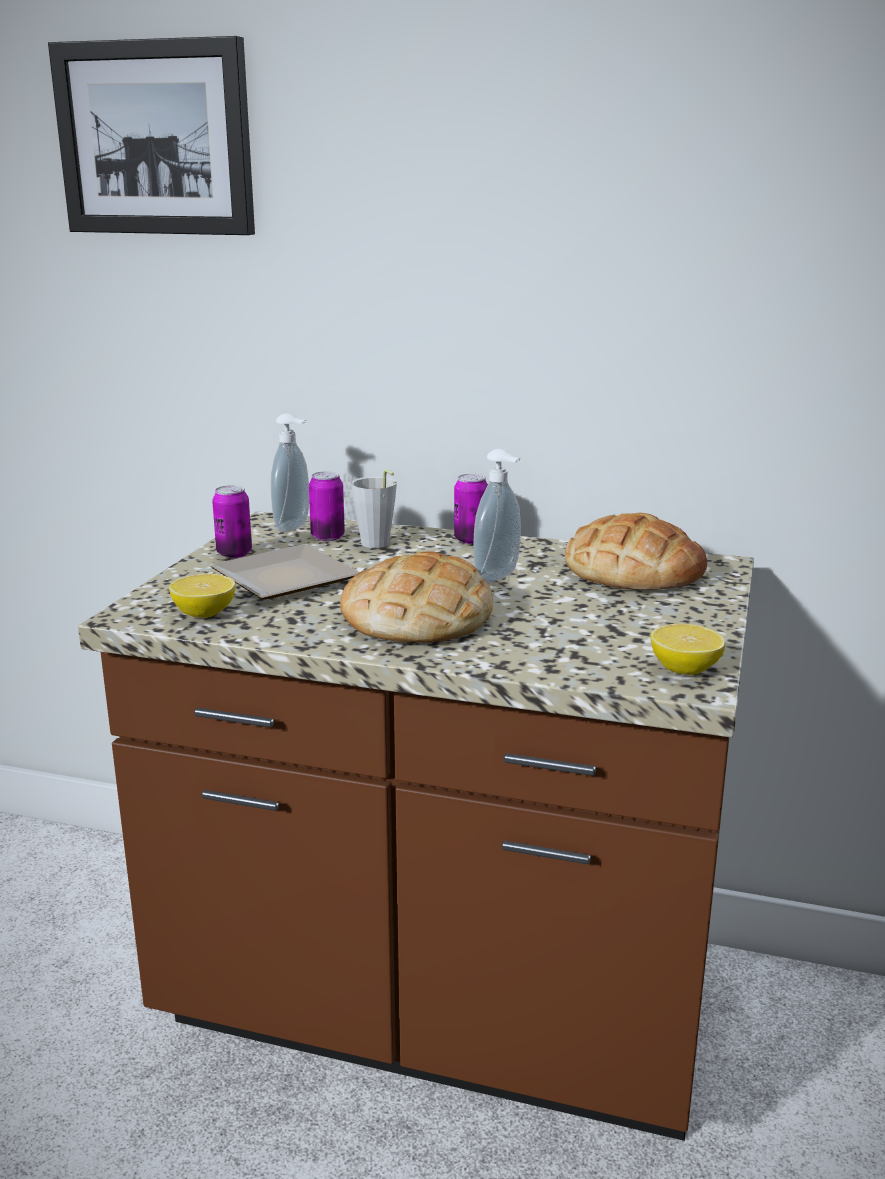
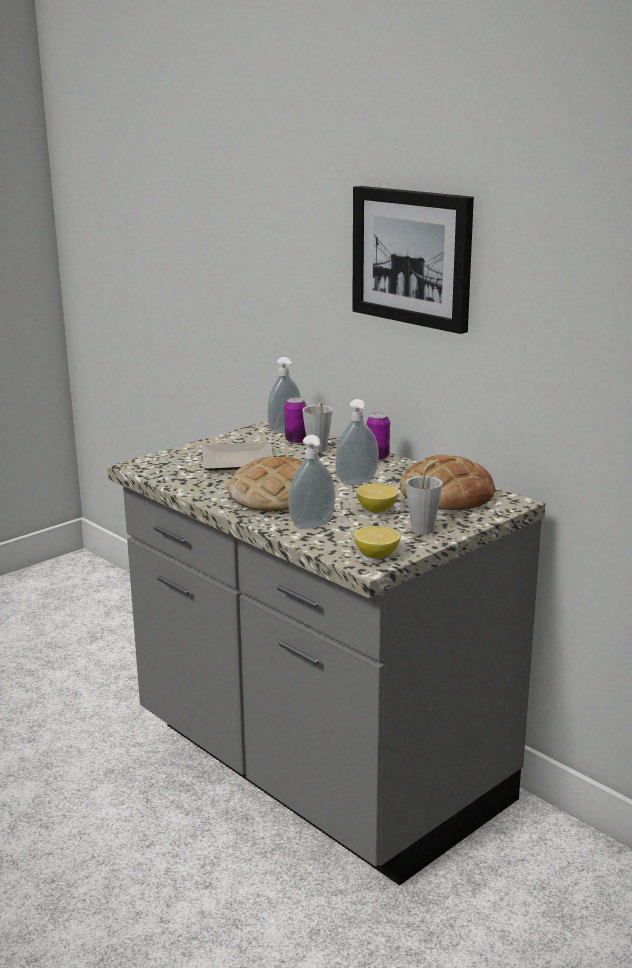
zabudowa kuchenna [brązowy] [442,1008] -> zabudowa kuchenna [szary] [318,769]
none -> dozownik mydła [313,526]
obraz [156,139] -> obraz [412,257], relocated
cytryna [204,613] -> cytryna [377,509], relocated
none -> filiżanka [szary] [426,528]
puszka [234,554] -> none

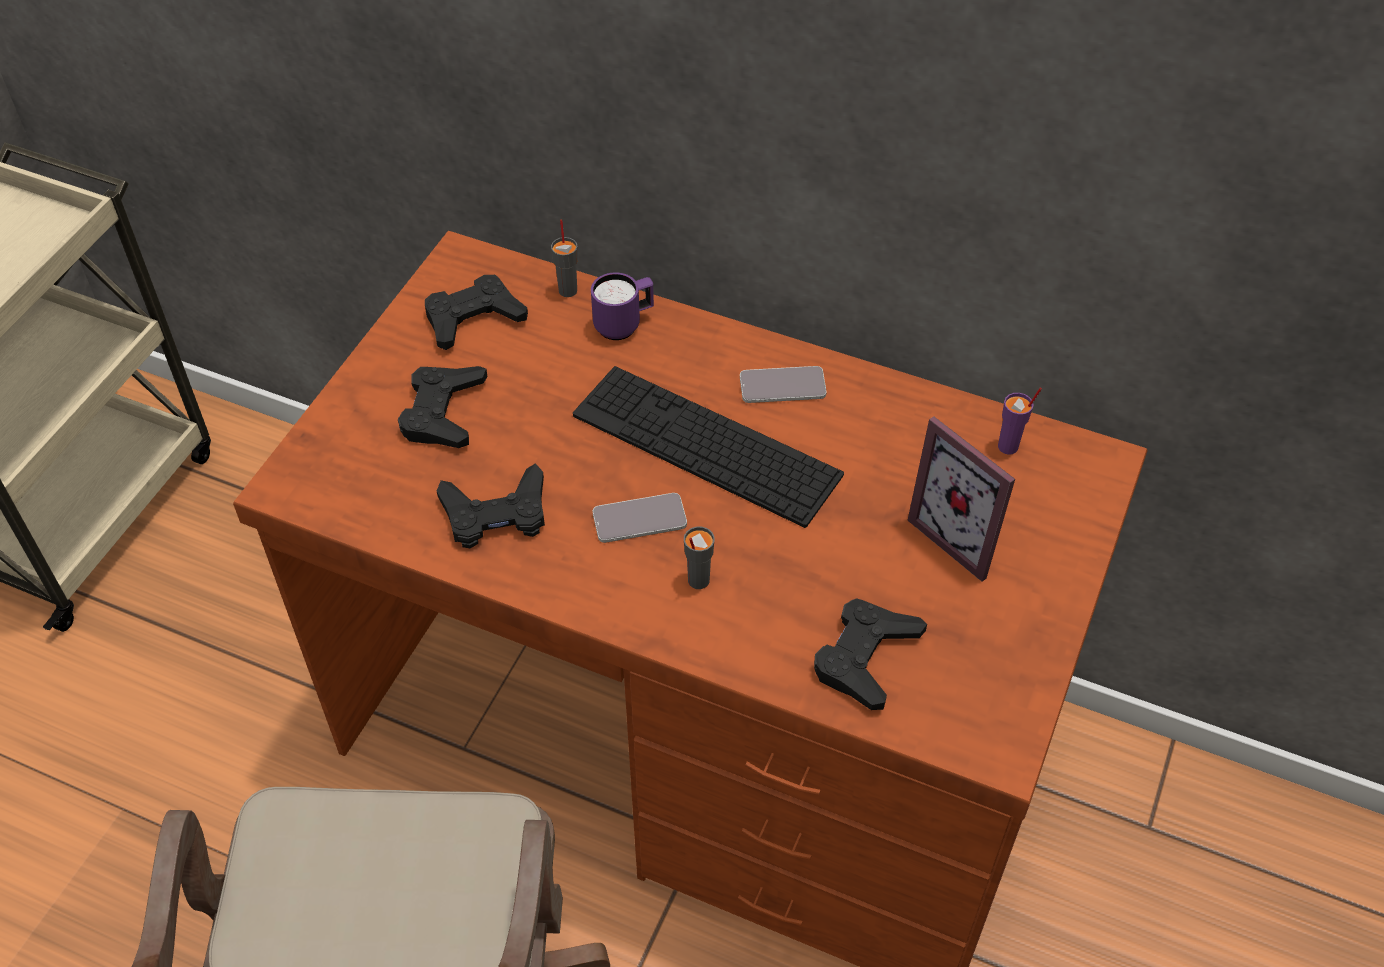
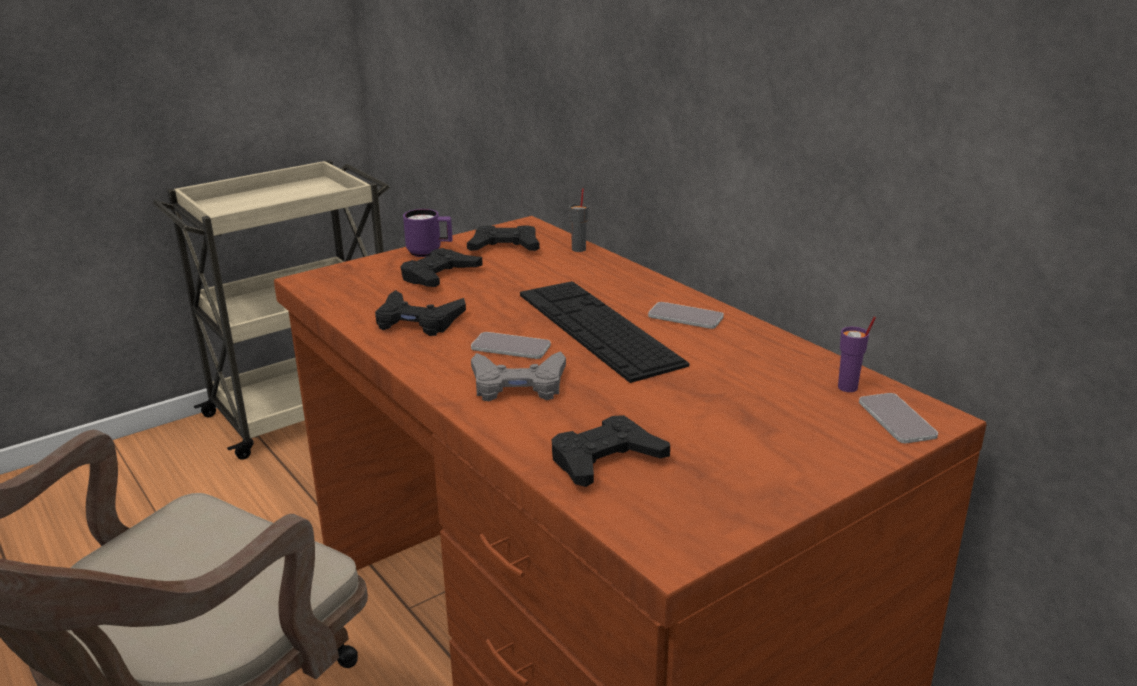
kubek [fioletowy] [624,325] -> kubek [fioletowy] [429,252], relocated
filiżanka [szary] [698,580] -> pad do gier [szary] [518,385]
none -> telefon [896,419]
ramka na zdjęcie [964,535] -> none

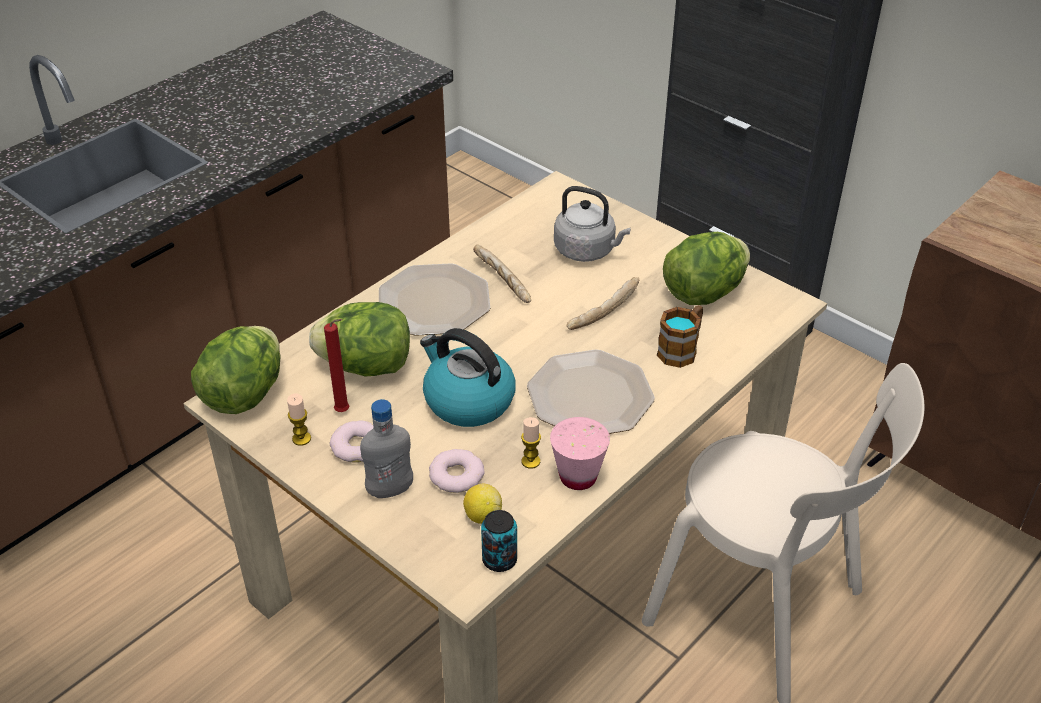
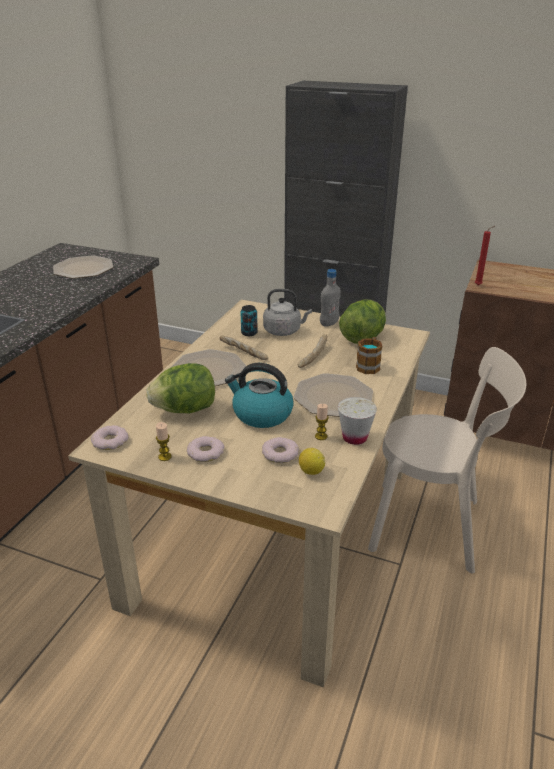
none -> talerz [83,269]
sałata [244,394] -> donut [110,441]
puszka [499,560] -> puszka [249,333], relocated
butelka [szary] [390,490] -> butelka [szary] [329,323], relocated
filiżanka [różowy] [578,477] -> filiżanka [biały] [354,438]
świeca [czerwony] [344,412] -> świeca [czerwony] [479,285], relocated

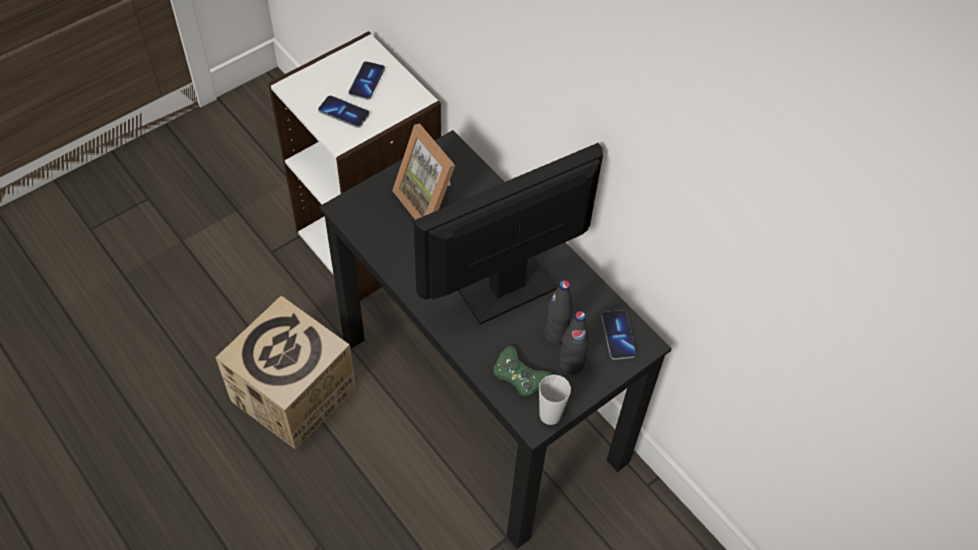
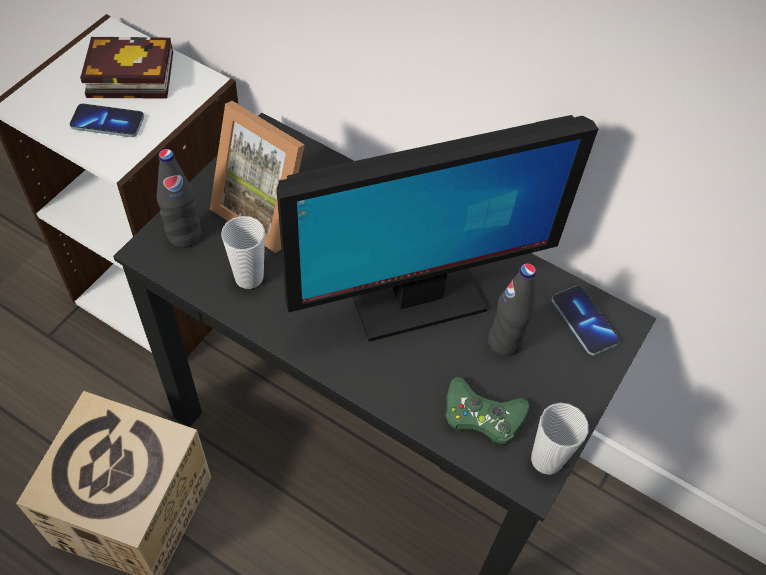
telefon [367,82] -> książka [126,76]
butelka [czarny] [571,364] -> butelka [czarny] [184,235], relocated
none -> filiżanka [249,277]
monitor [507,289] -> monitor [415,299], 150 degrees counterclockwise

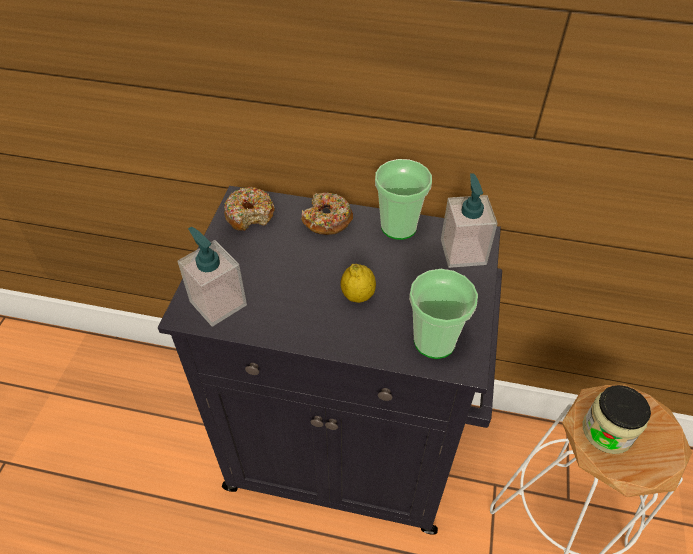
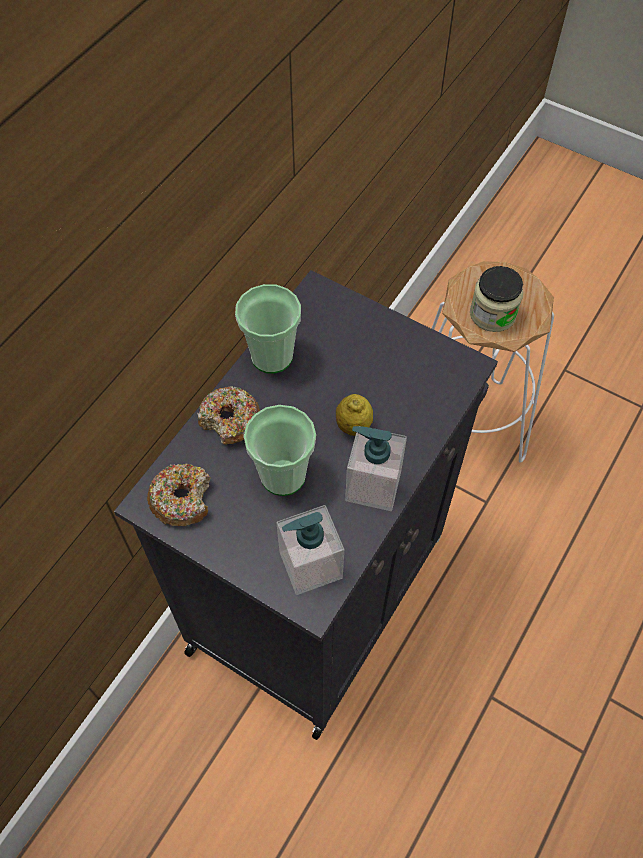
filiżanka [434,341] -> filiżanka [283,475], relocated
dozownik mydła [463,251] -> dozownik mydła [372,485], relocated

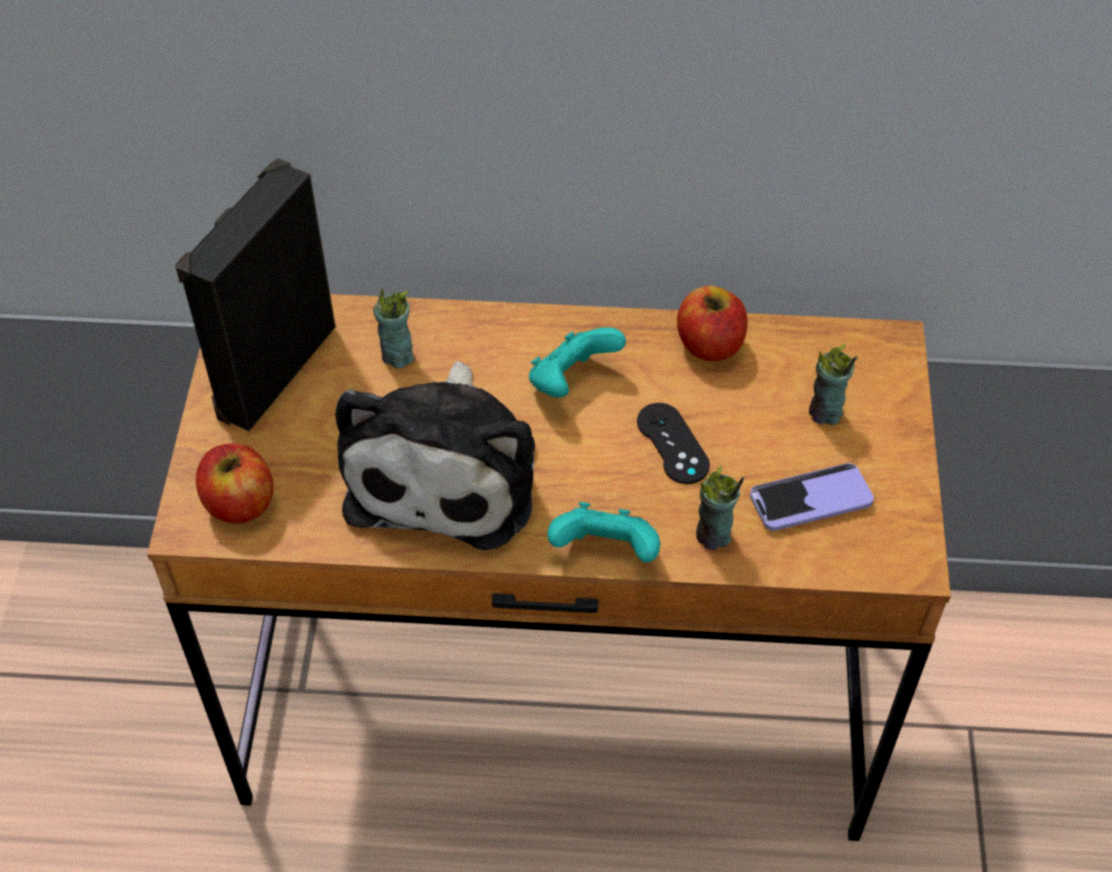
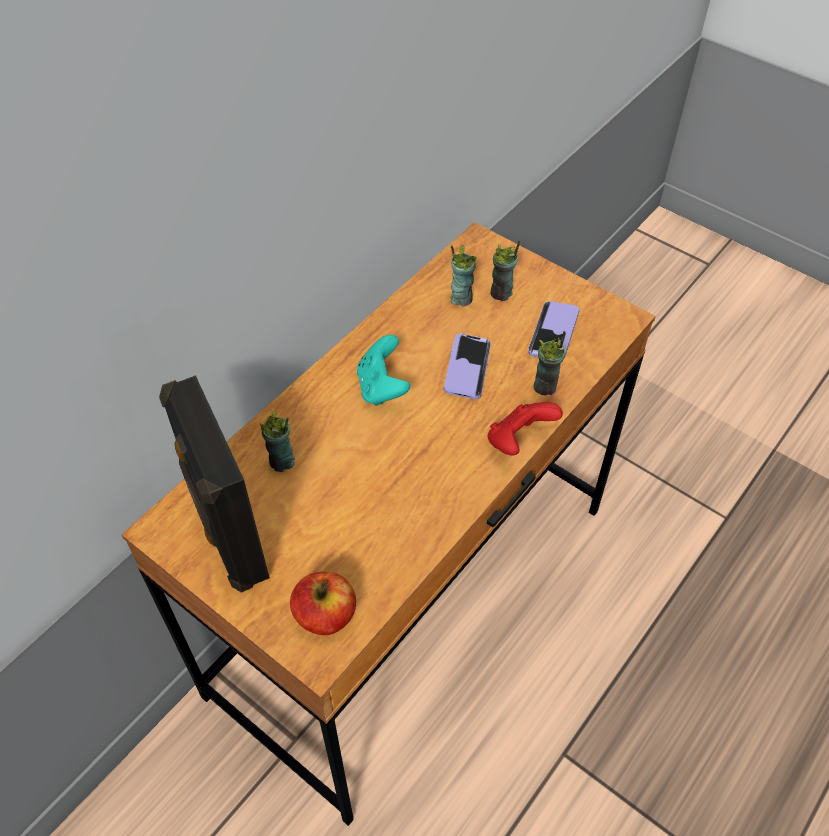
pad do gier [czarny] [672,443] -> telefon [467,368]
none -> filiżanka [461,298]
pad do gier [turkusowy] [605,552] -> pad do gier [czerwony] [518,441]
pluszak [447,470] -> none
jabłko [710,344] -> none

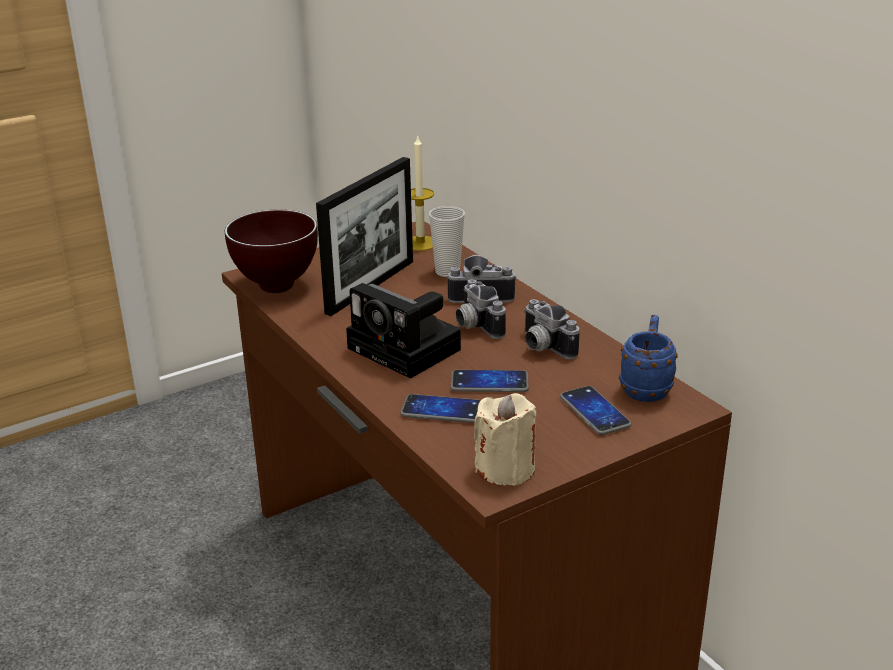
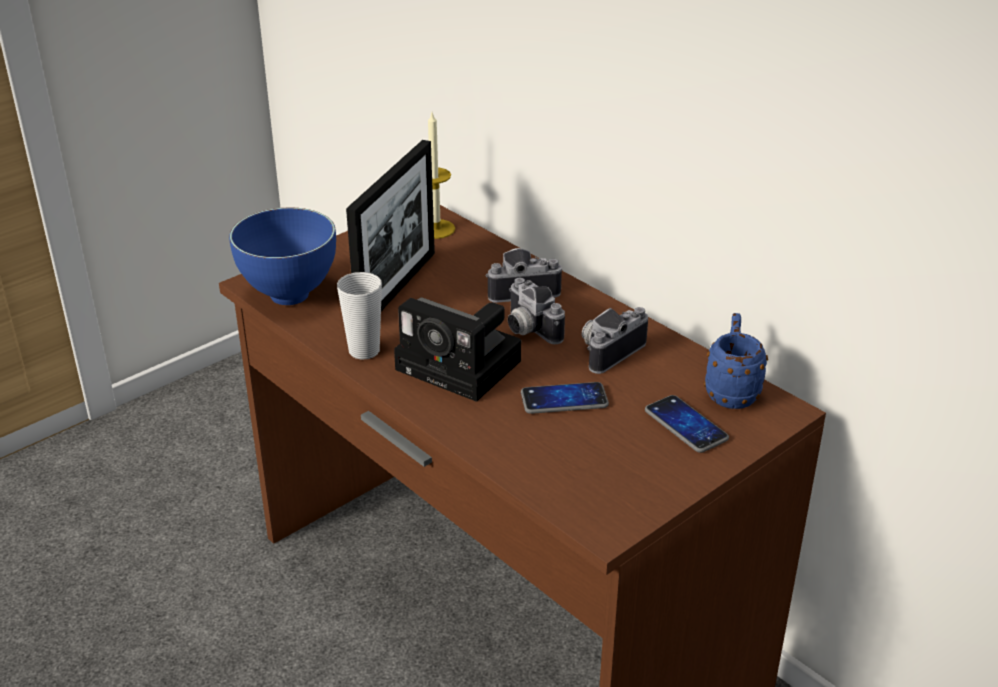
miska [brązowy] [279,287] -> miska [niebieski] [292,297]
filiżanka [447,272] -> filiżanka [364,351], relocated
aparat fotograficzny [542,347] -> aparat fotograficzny [608,351], 90 degrees clockwise
telefon [442,410] -> none
świeca [beżowy] [505,469] -> none

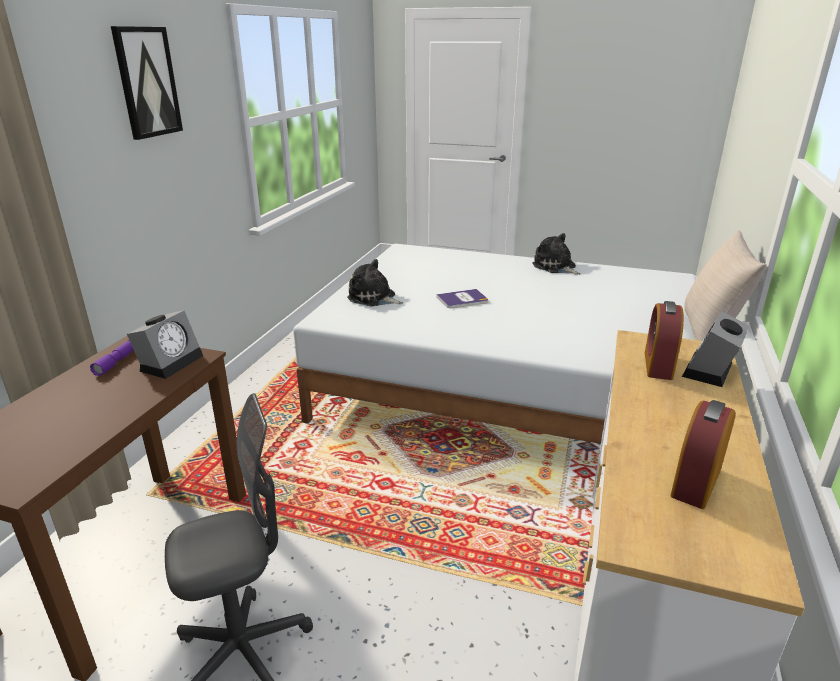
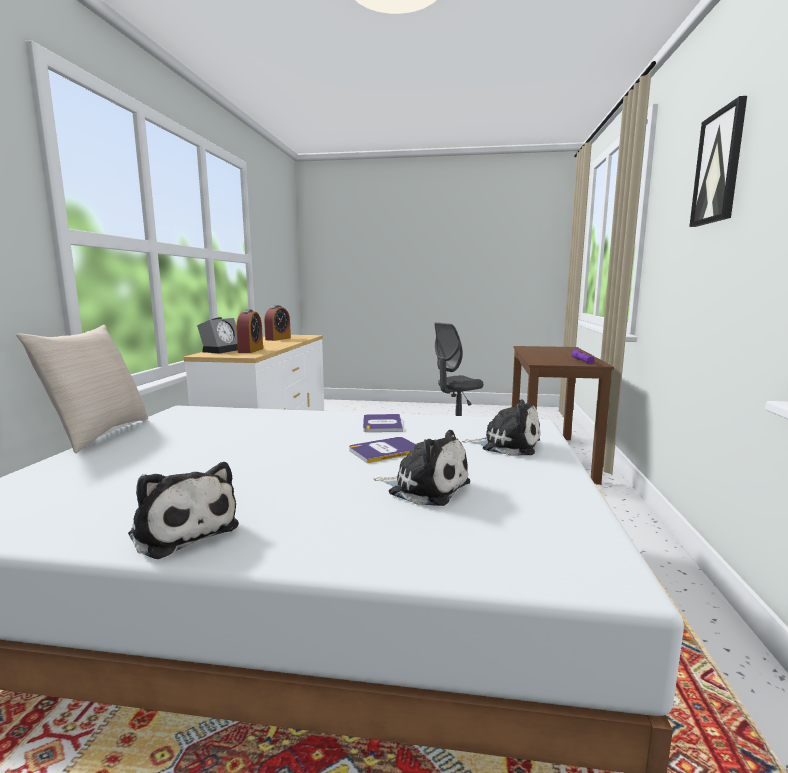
none -> książka [382,424]
none -> pluszak [425,488]
budzik [171,362] -> none

